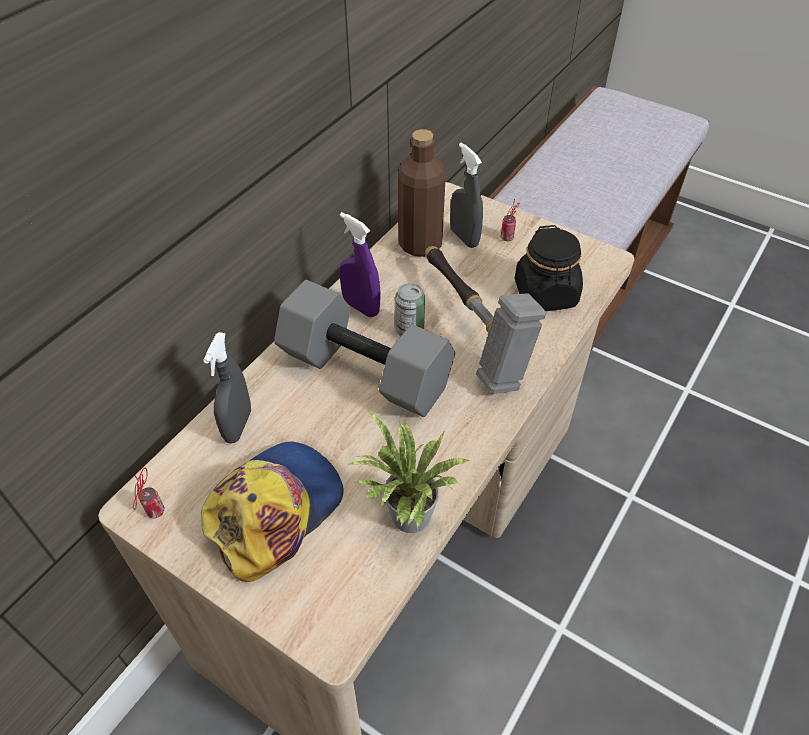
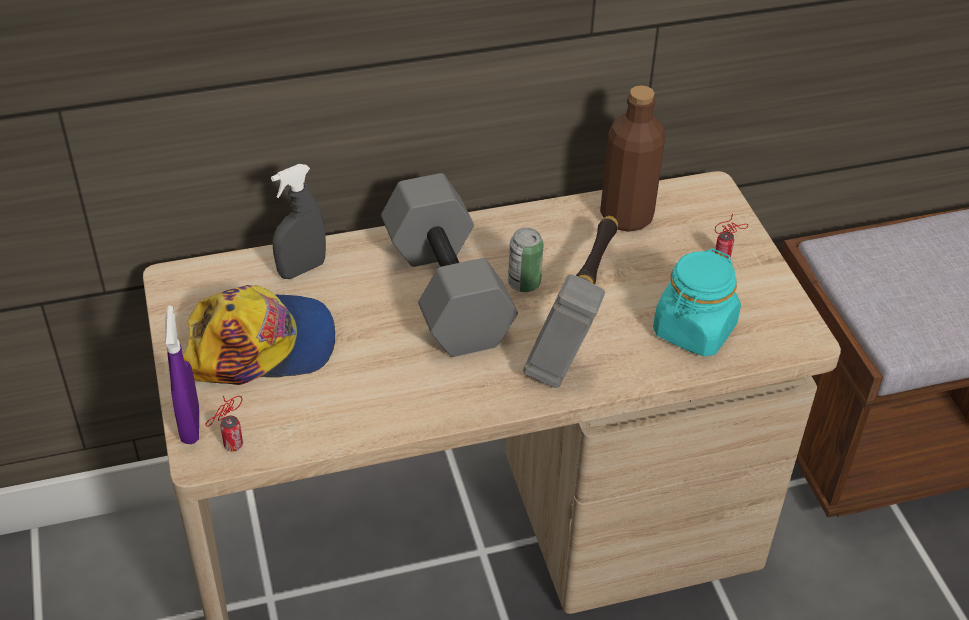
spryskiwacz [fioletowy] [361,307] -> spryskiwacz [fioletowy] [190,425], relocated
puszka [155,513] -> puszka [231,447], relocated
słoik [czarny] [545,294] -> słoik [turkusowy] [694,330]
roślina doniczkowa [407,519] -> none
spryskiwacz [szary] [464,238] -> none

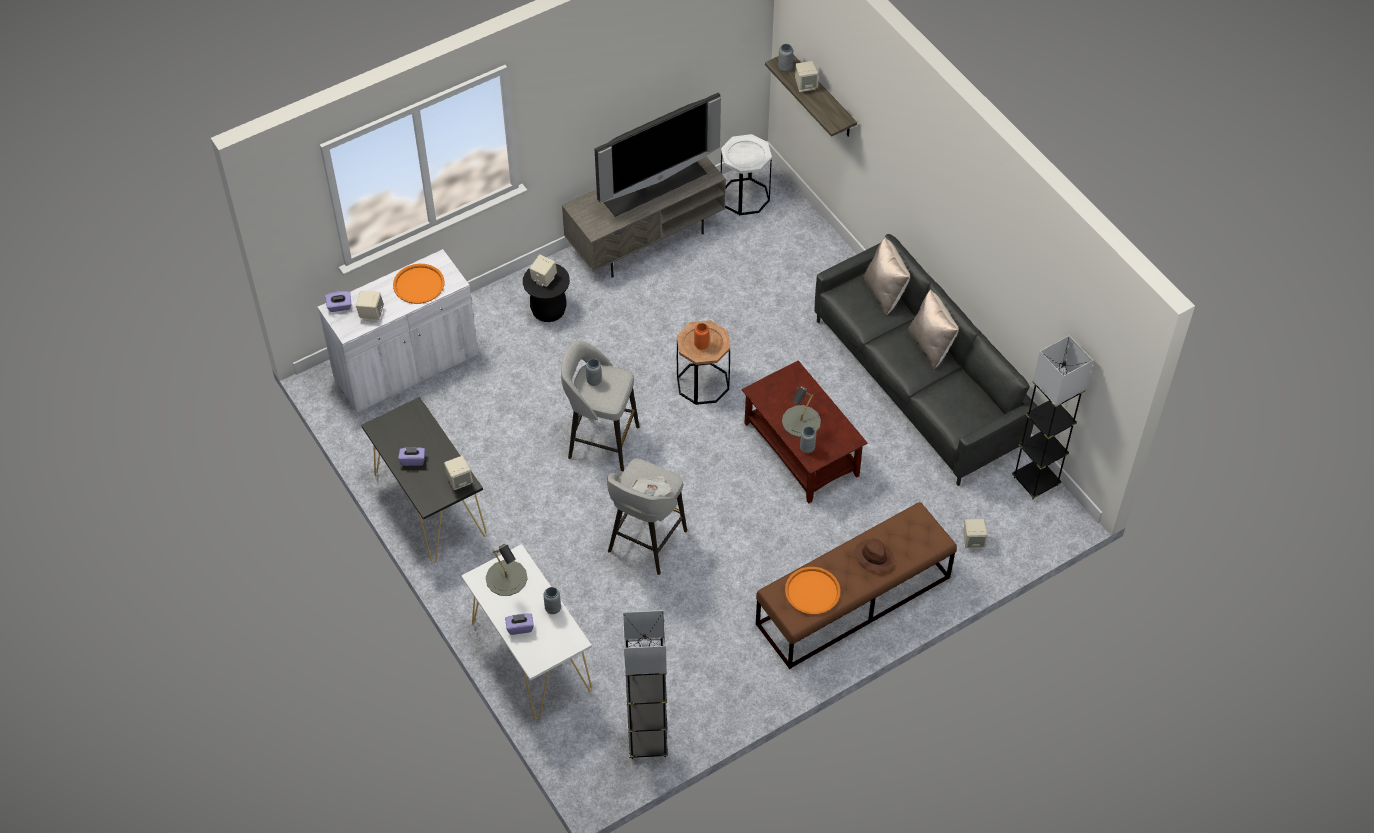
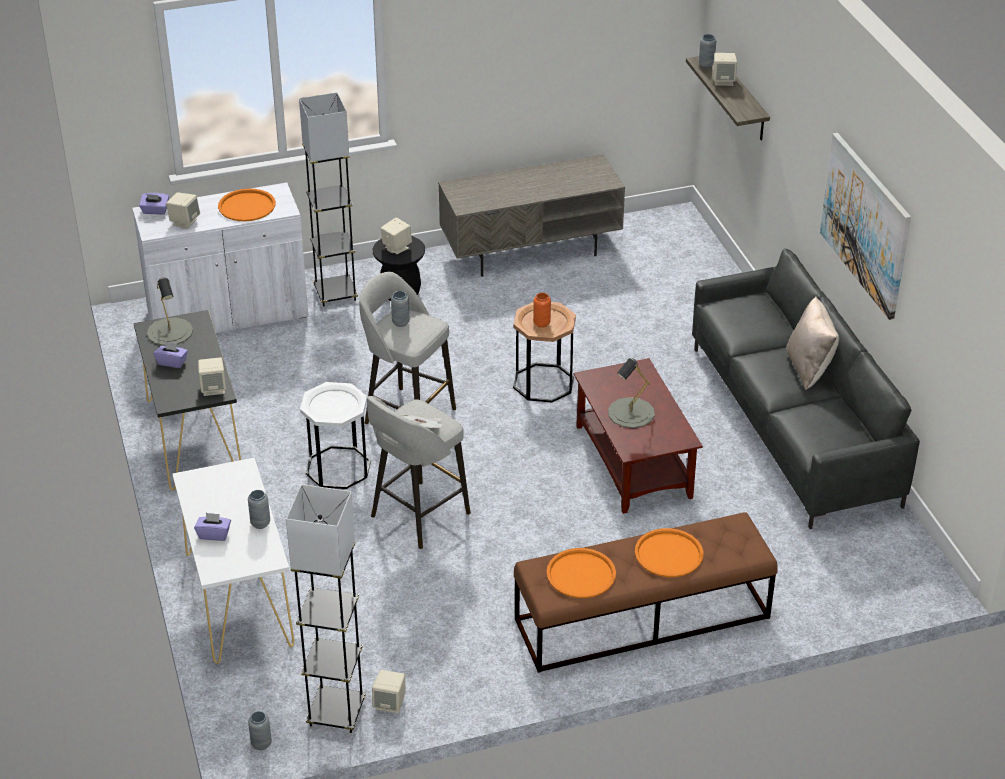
lampa stołowa [szary] [506,578] -> lampa stołowa [szary] [170,332], relocated
wazon [szary] [807,448] -> wazon [szary] [261,744], relocated
lampa stojąca [czarny] [1035,481] -> lampa stojąca [czarny] [335,294], relocated
stolik [biały] [744,196] -> stolik [biały] [338,467], relocated
głośnik [beżowy] [973,541] -> głośnik [beżowy] [390,704], relocated
kapelusz [brązowy] [873,557] -> taca [pomarańczowy] [668,554]
none -> obraz [865,224]
telewizor [652,184] -> none
poduszka [beżowy] [884,292] -> none

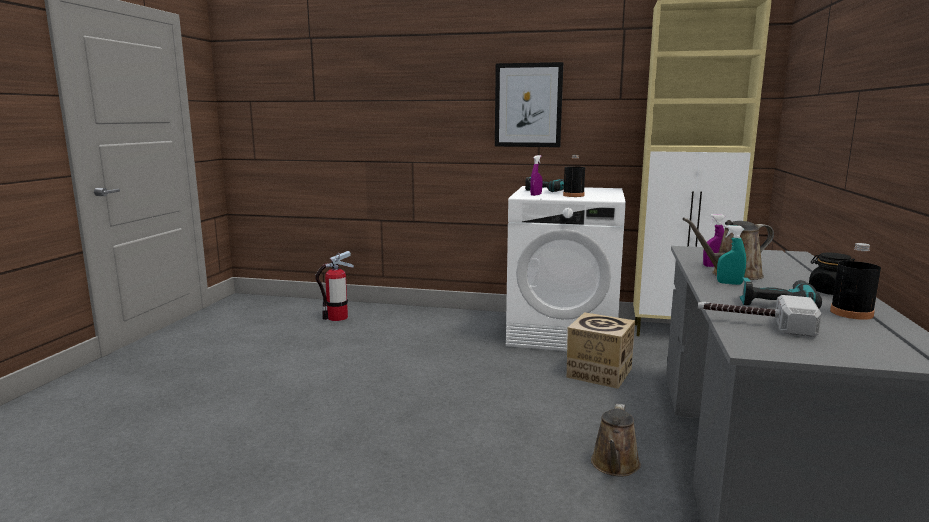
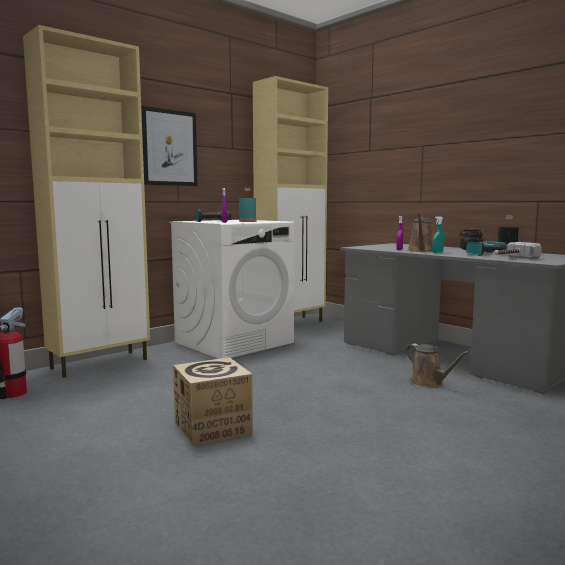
none -> szafka [beżowy] [101,363]
karton [599,373] -> karton [212,428], relocated
butelka [czarny] [573,195] -> butelka [turkusowy] [247,221]

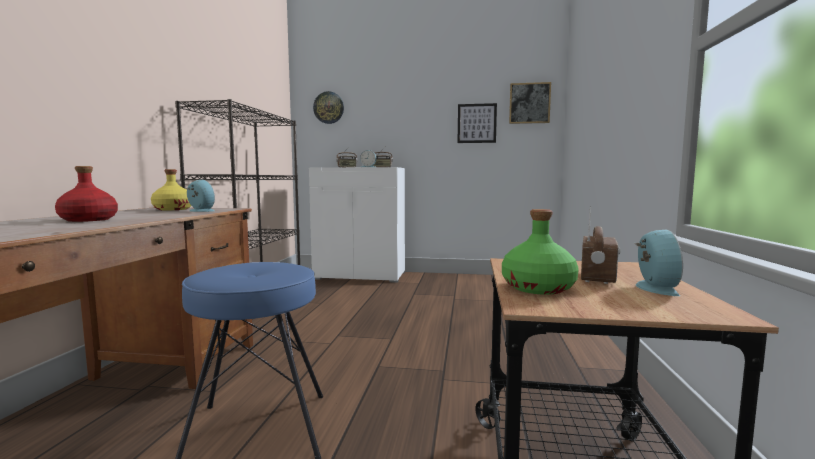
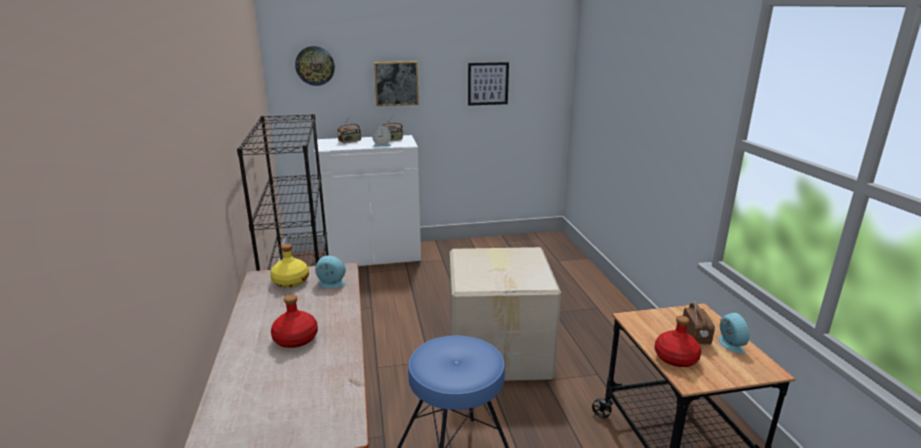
obraz [529,103] -> obraz [396,83], relocated
none -> karton [500,351]
butelka [zielony] [537,288] -> butelka [czerwony] [675,358]

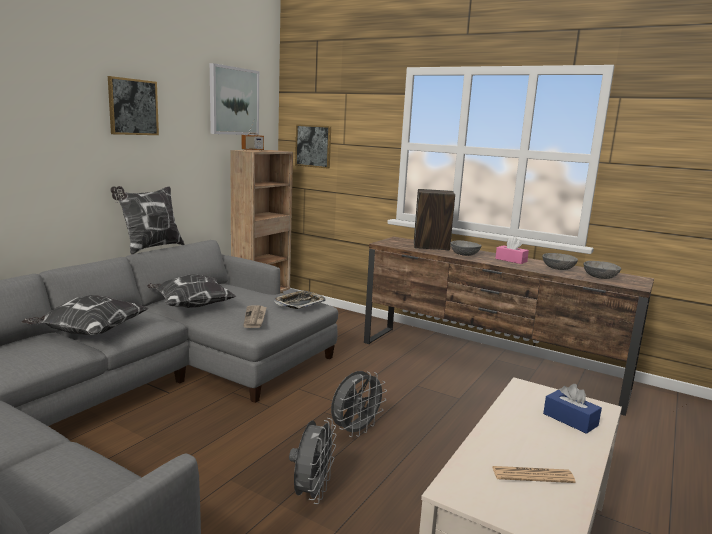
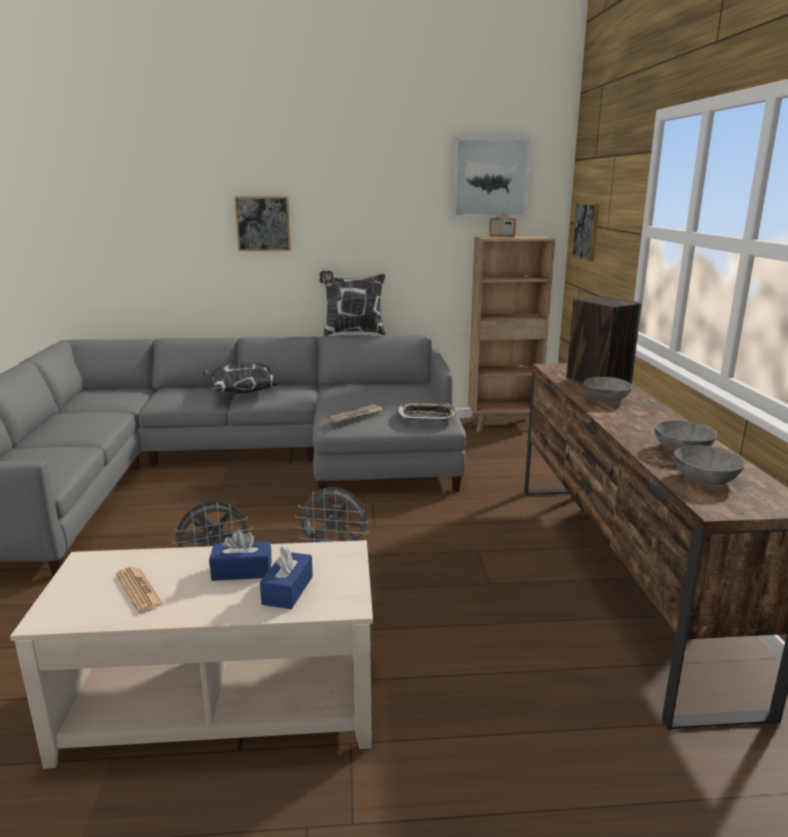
none -> pudełko chusteczek [niebieski] [242,571]
obraz [133,107] -> obraz [263,223], relocated
poduszka [191,306] -> none
pudełko chusteczek [różowy] [511,260] -> none

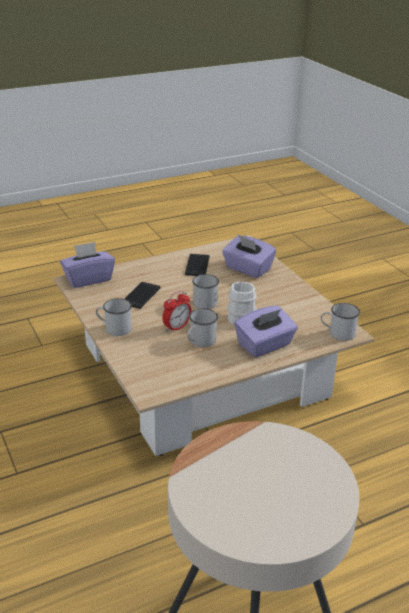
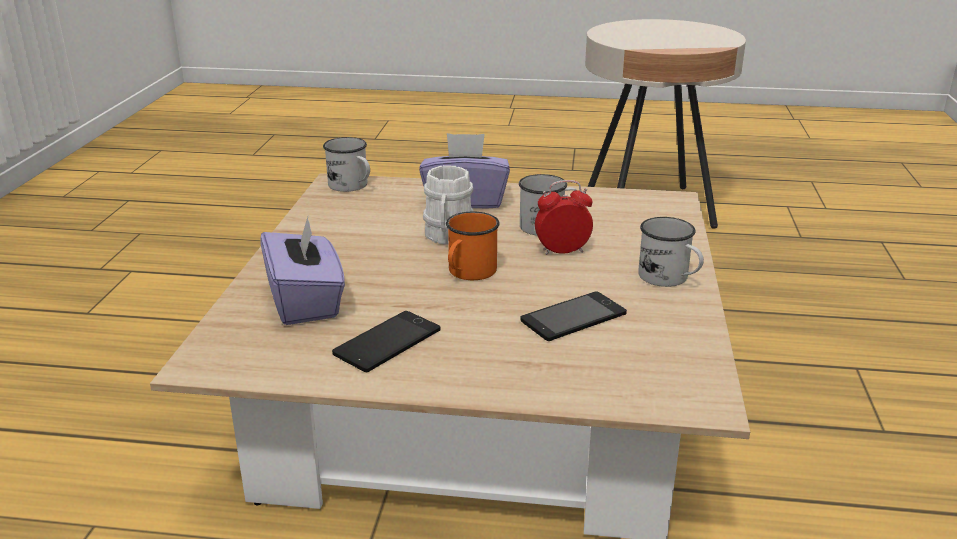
kubek [biały] [204,301] -> kubek [pomarańczowy] [468,273]
pudełko chusteczek [fioletowy] [88,279] -> none

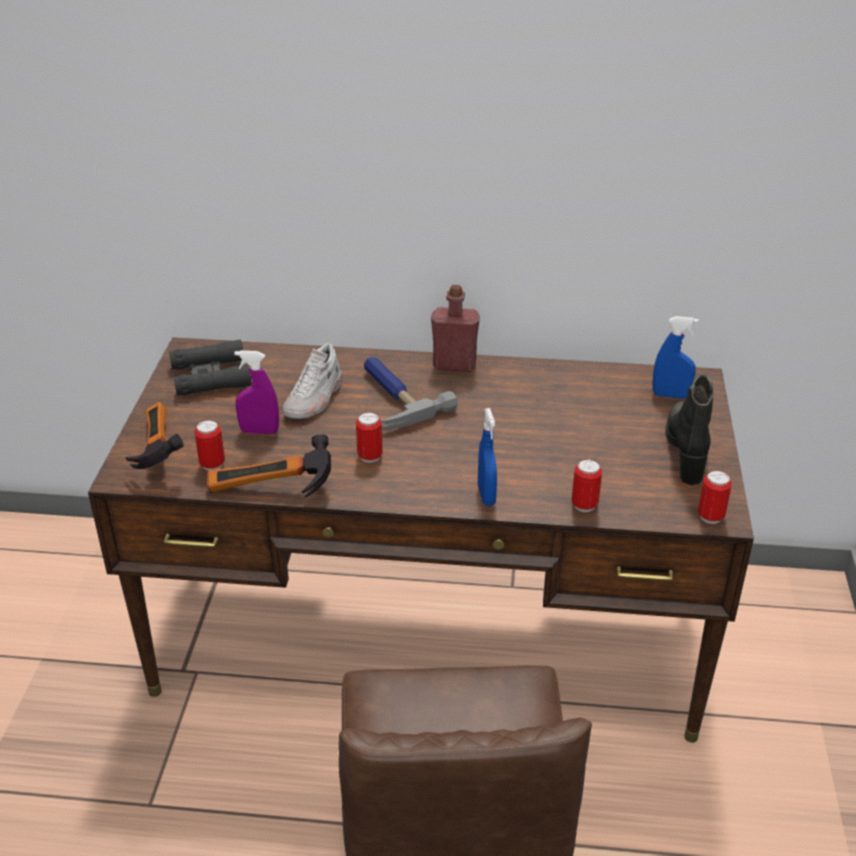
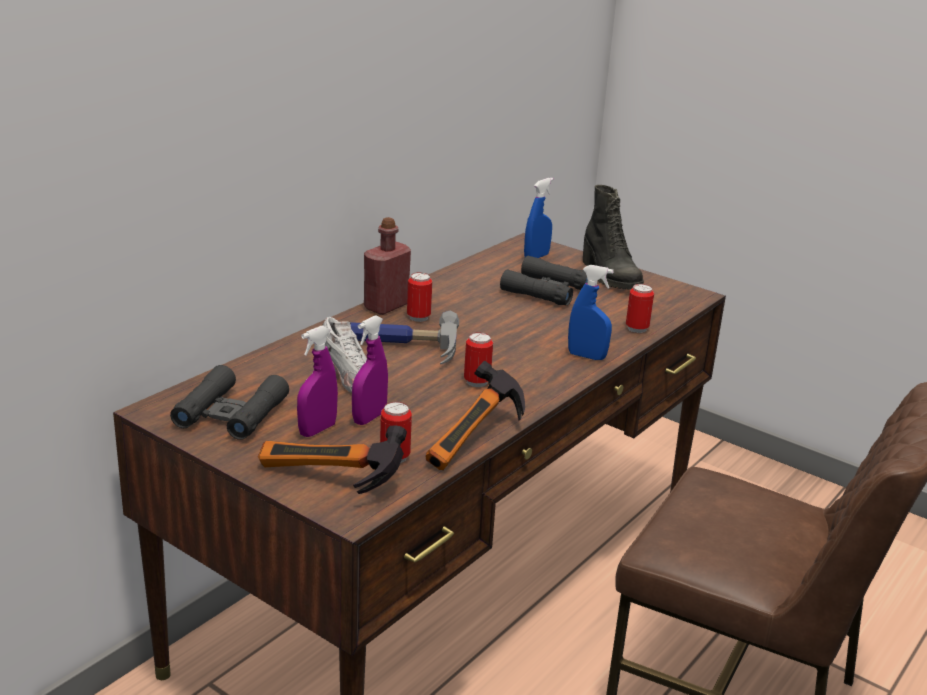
none -> spryskiwacz [fioletowy] [317,430]
puszka [710,516] -> puszka [418,317], relocated
none -> lornetka [czarny] [545,290]
but z cholewką [czarny] [687,451] -> but z cholewką [czarny] [609,276], 150 degrees counterclockwise

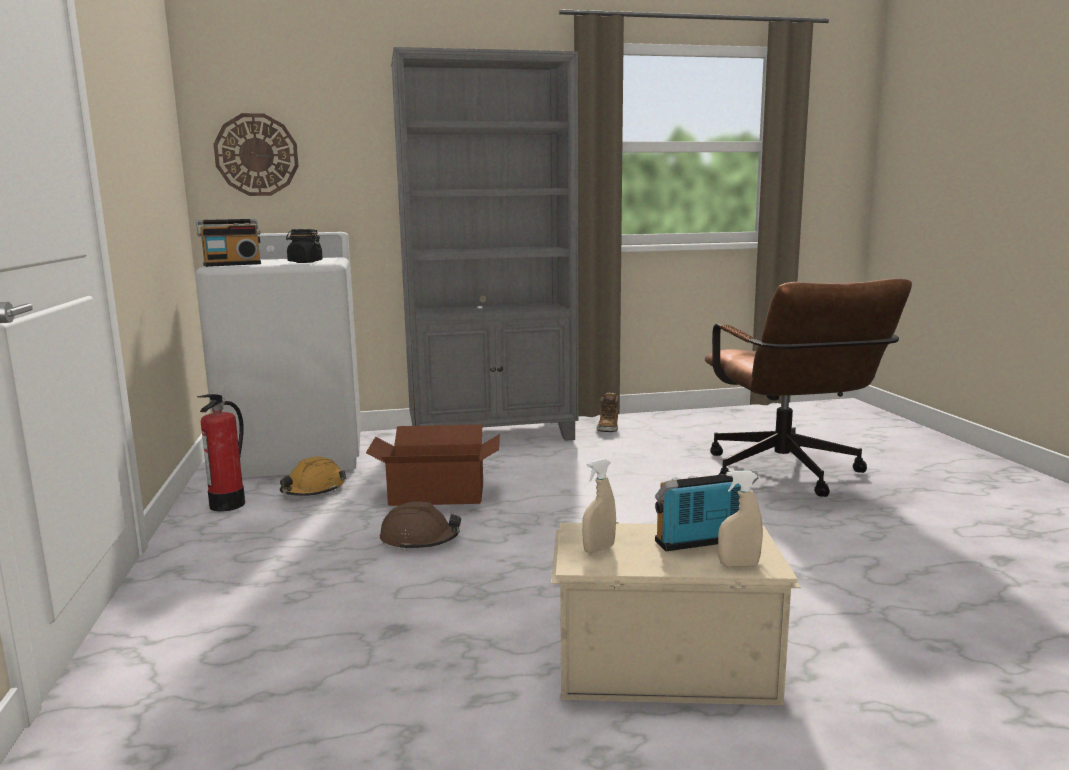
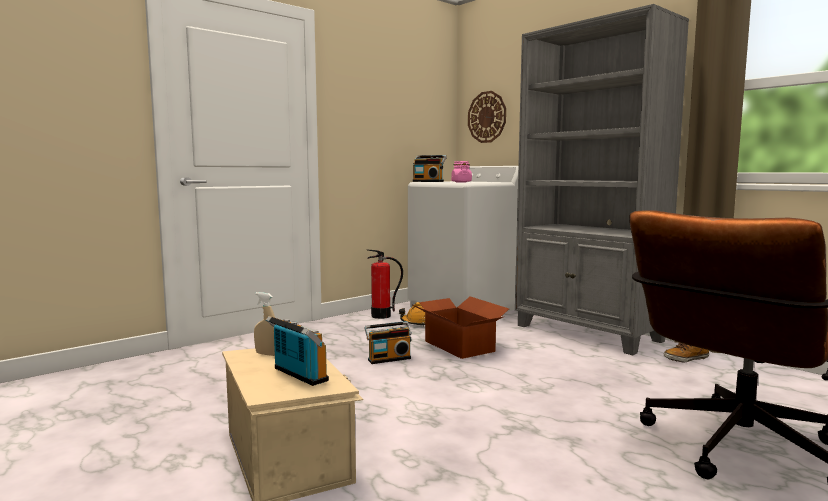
kask [brązowy] [419,540] -> radio [388,359]
słoik [czarny] [305,262] -> słoik [różowy] [461,182]
spryskiwacz [beżowy] [738,565] -> none

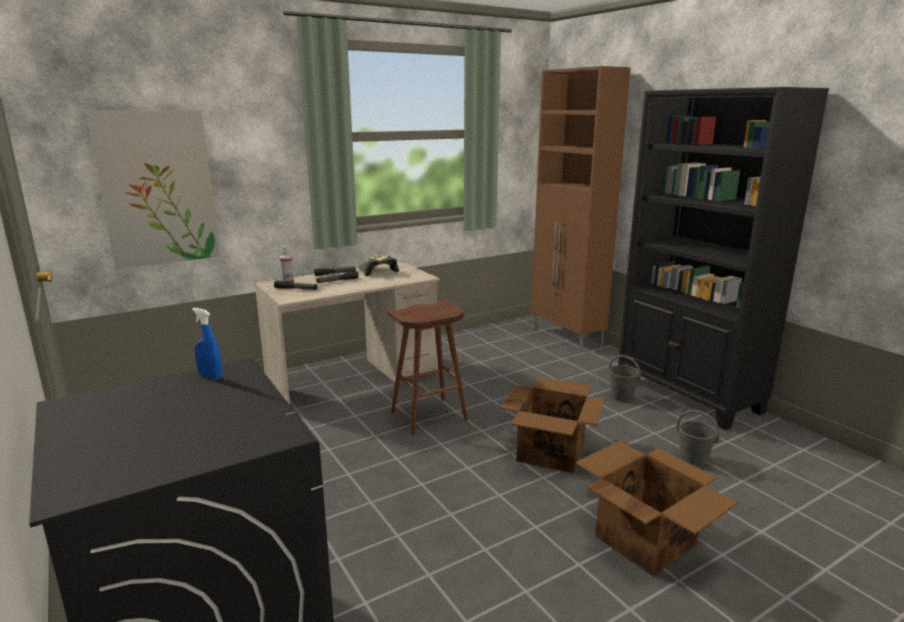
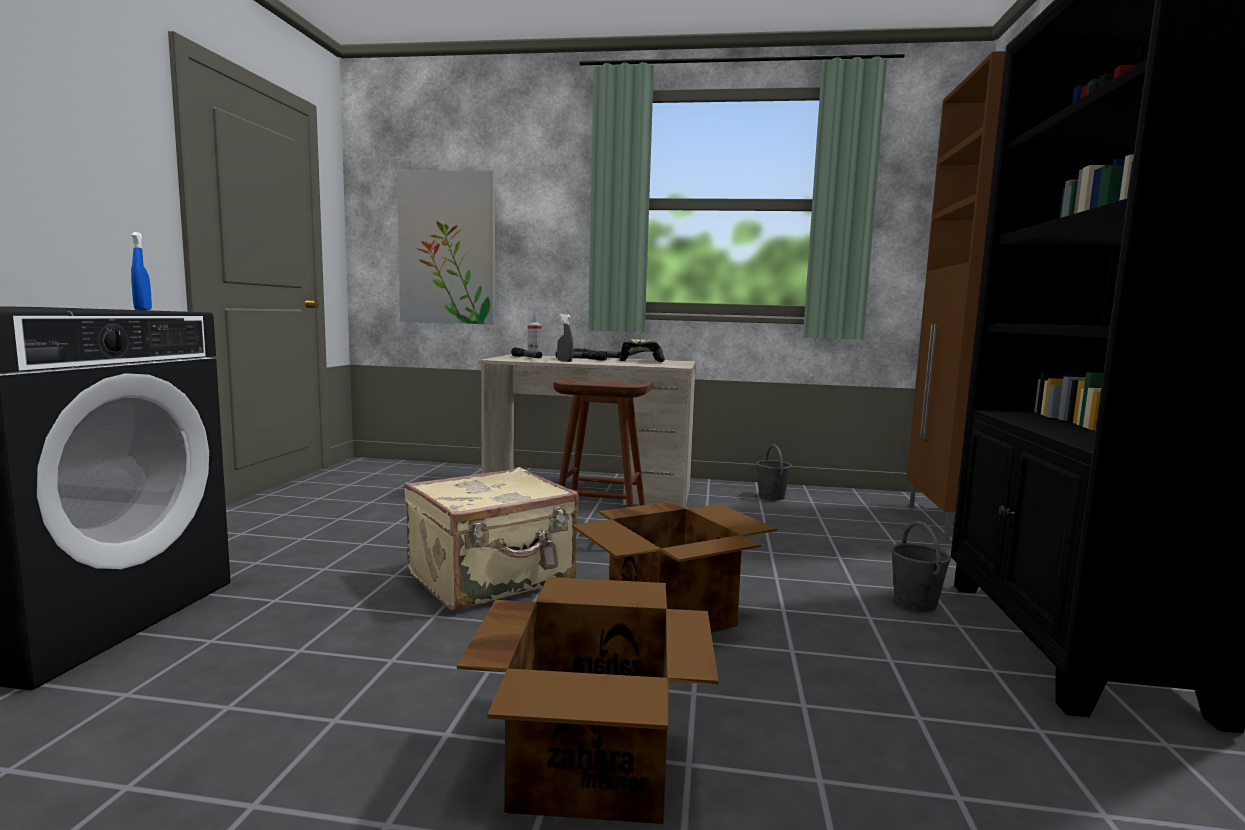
none -> walizka [beżowy] [493,579]
none -> spryskiwacz [szary] [564,361]
wiadro [szary] [693,460] -> wiadro [szary] [771,497], relocated

